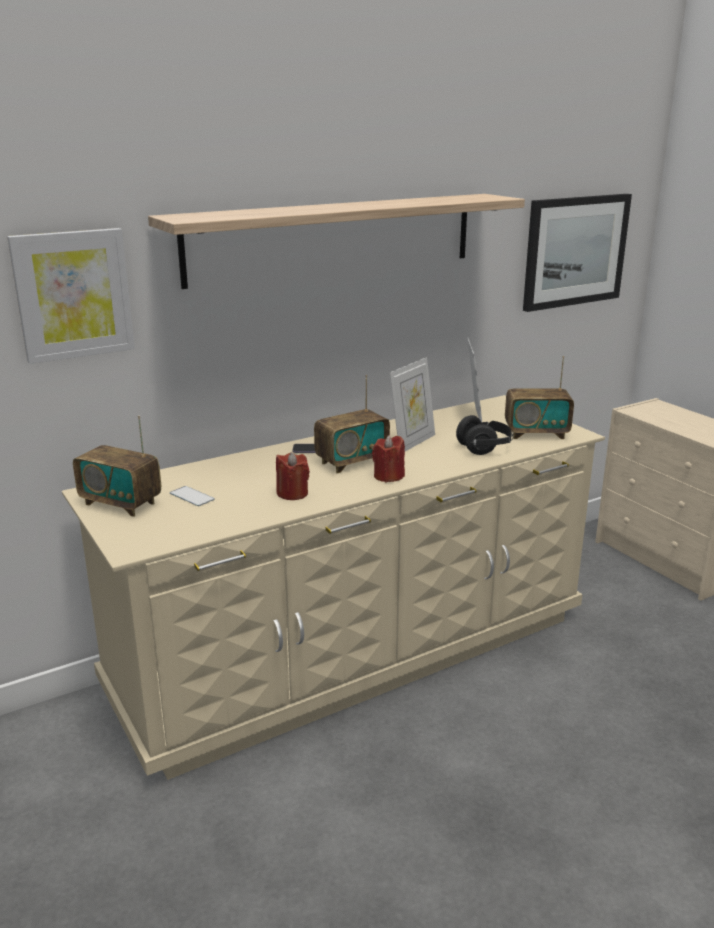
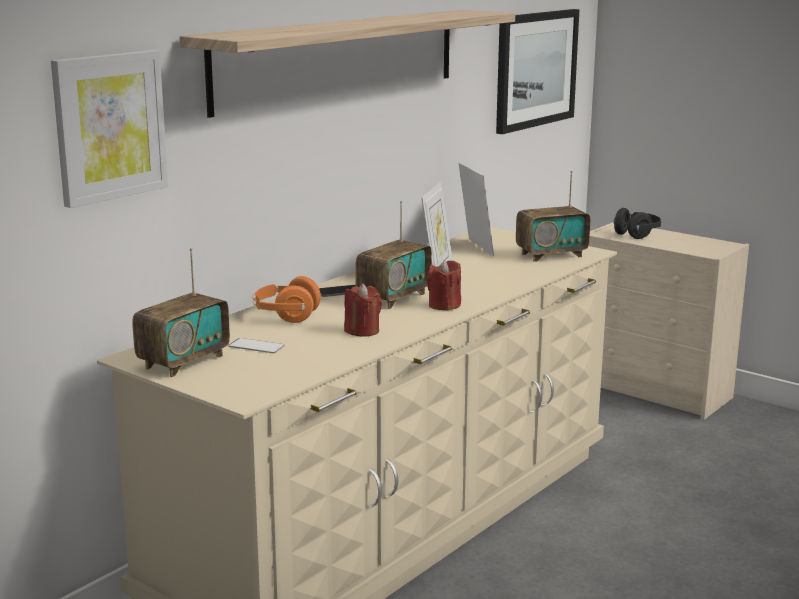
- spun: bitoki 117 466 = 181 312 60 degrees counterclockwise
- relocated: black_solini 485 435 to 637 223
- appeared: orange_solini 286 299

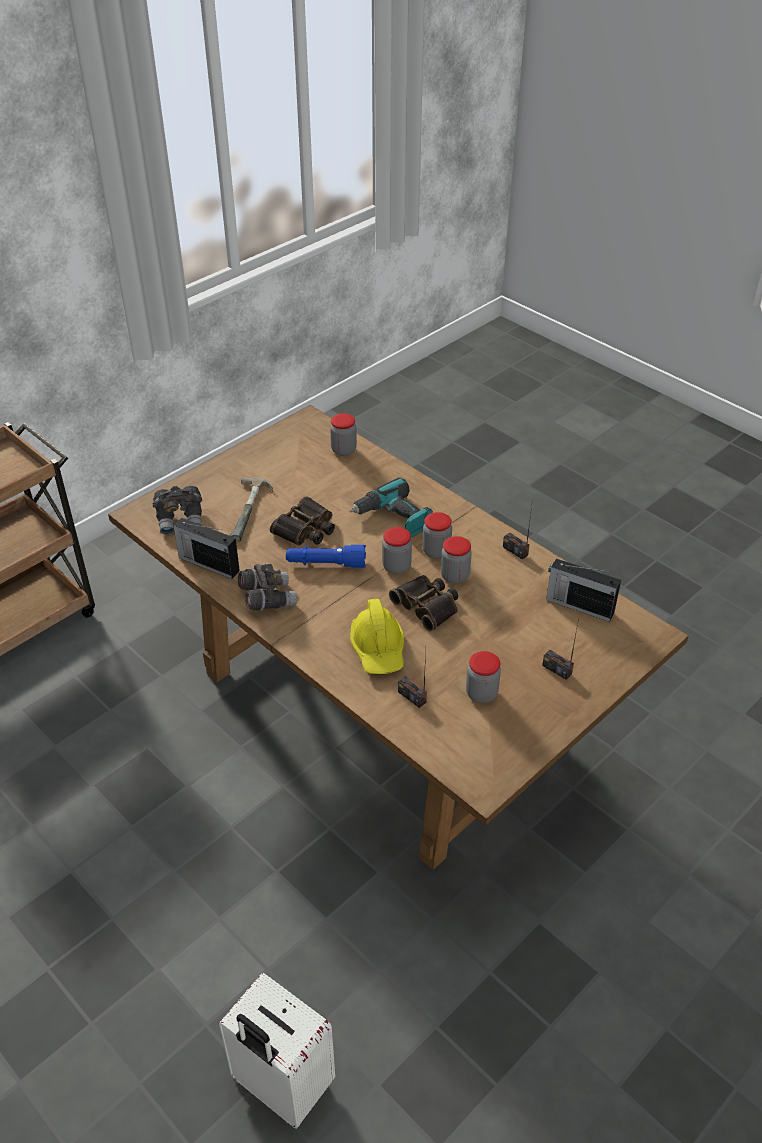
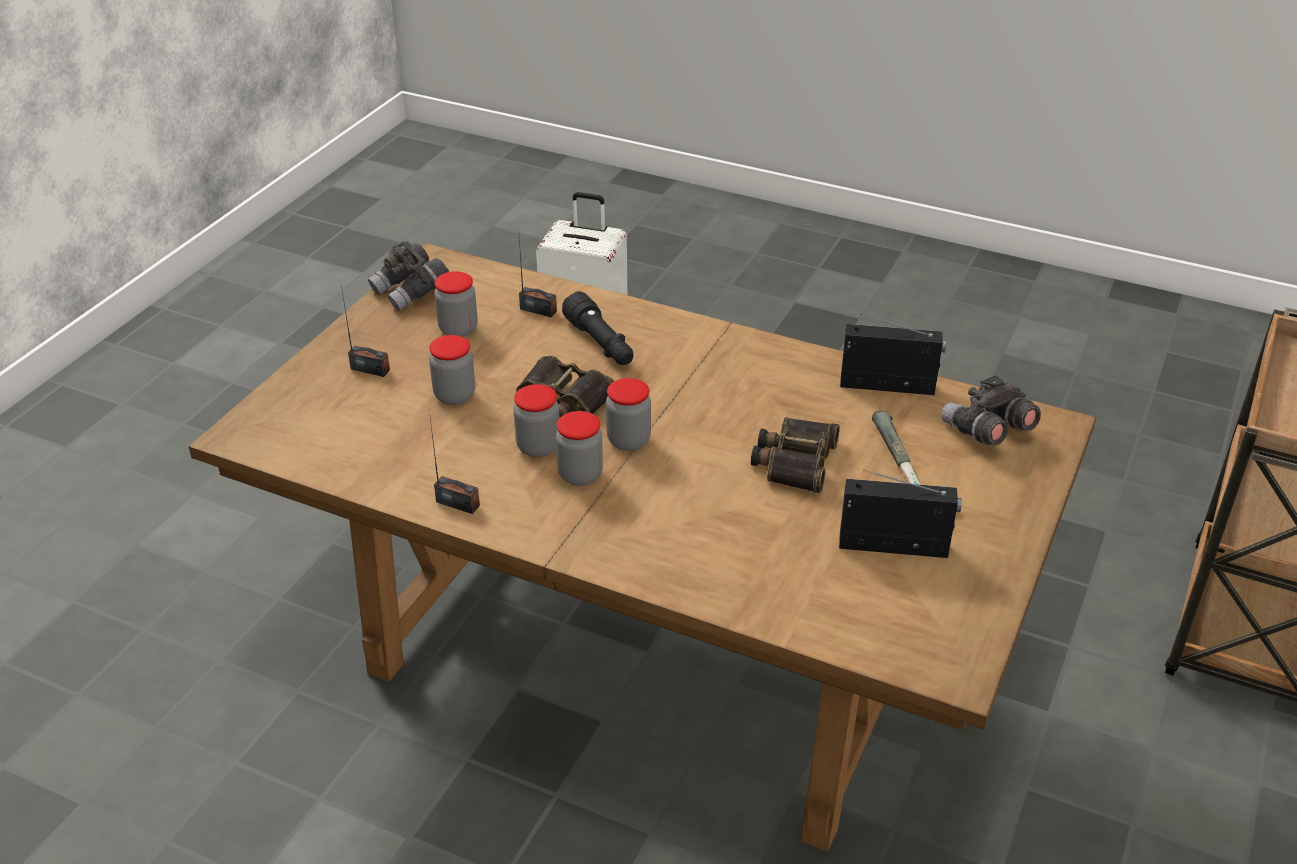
- relocated: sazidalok 343 434 to 452 370
- missing: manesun 391 507
- missing: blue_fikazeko 326 556
- relocated: bitoki 583 590 to 900 514
- relocated: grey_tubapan 267 587 to 408 275
- exchanged: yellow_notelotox 377 636 to black_fikazeko 598 328

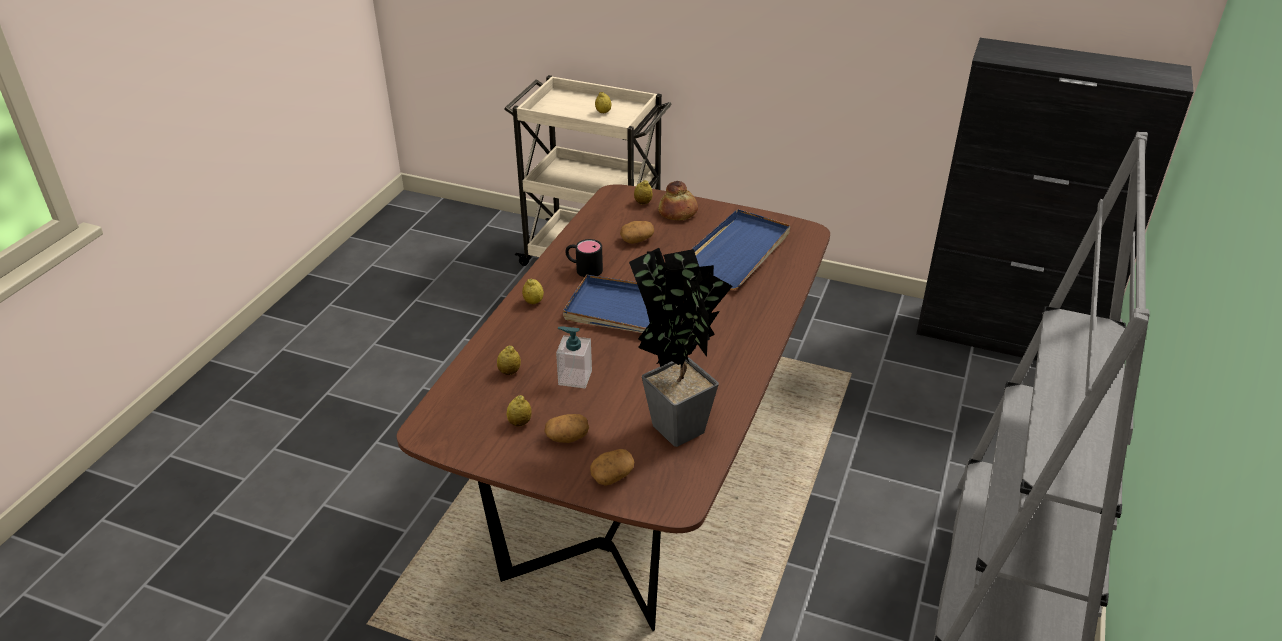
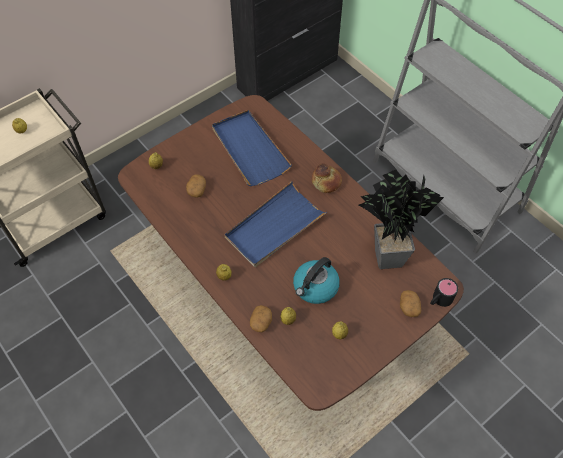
- relocated: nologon 678 201 to 327 178
- relocated: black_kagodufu 584 258 to 444 292
- exchanged: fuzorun 574 357 to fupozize 316 280
- relocated: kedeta 566 428 to 261 318

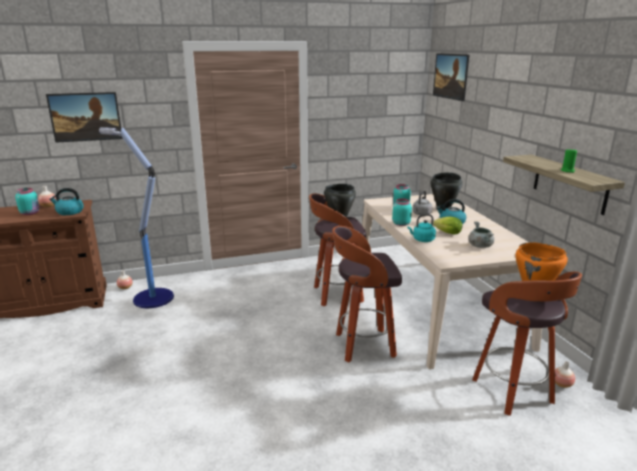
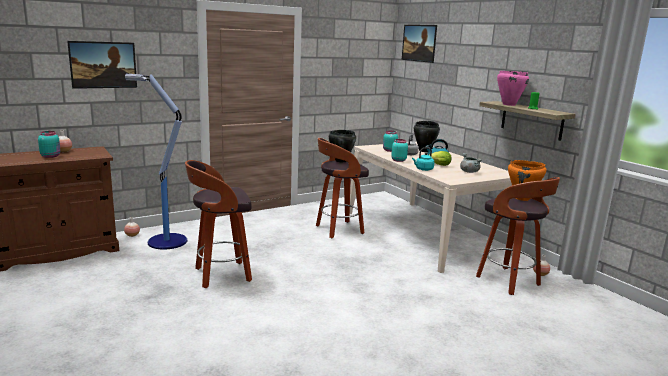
- missing: fupozize 66 201
- relocated: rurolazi 367 294 to 218 224
- appeared: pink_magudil 513 88

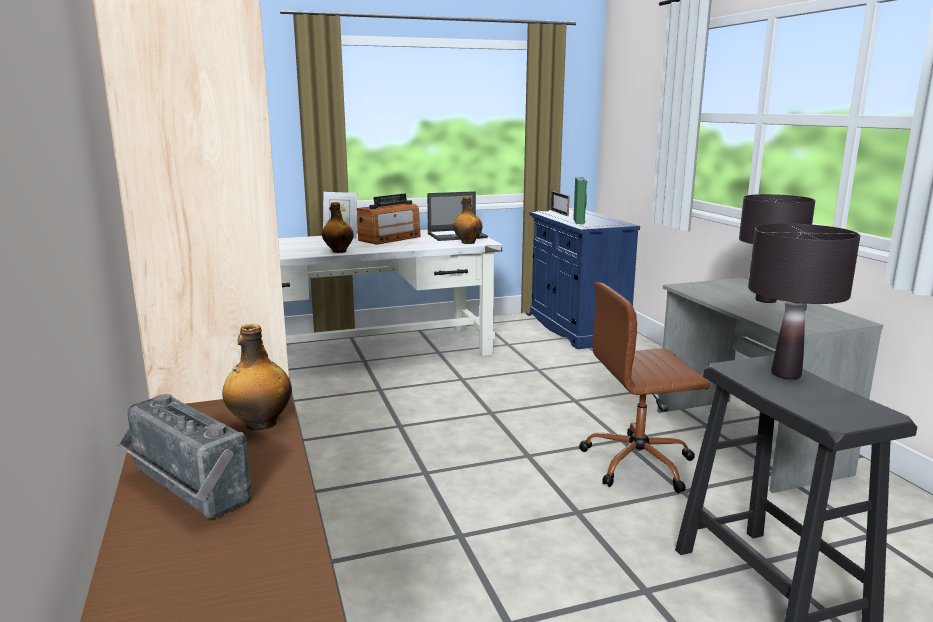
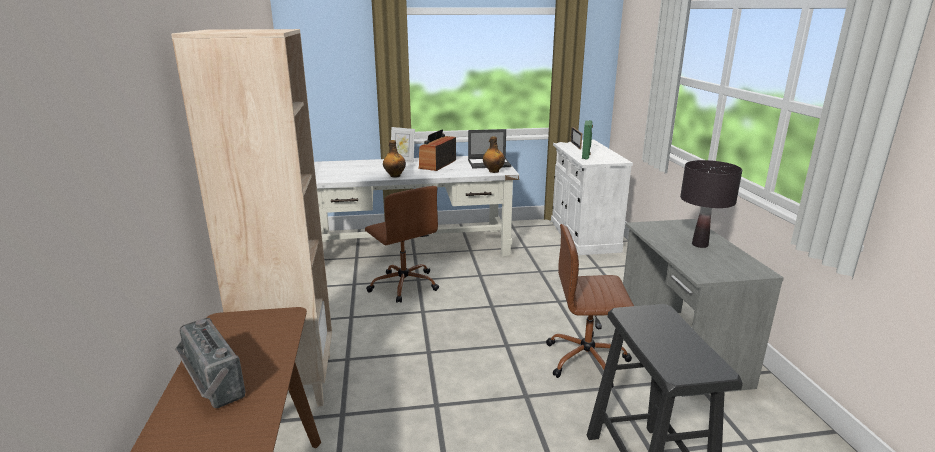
- spun: bitoki 389 219 = 437 150 150 degrees clockwise
- colour: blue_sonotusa 582 278 to white_sonotusa 591 197
- missing: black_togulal 804 301
- missing: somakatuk 257 377
- appeared: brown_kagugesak 402 244

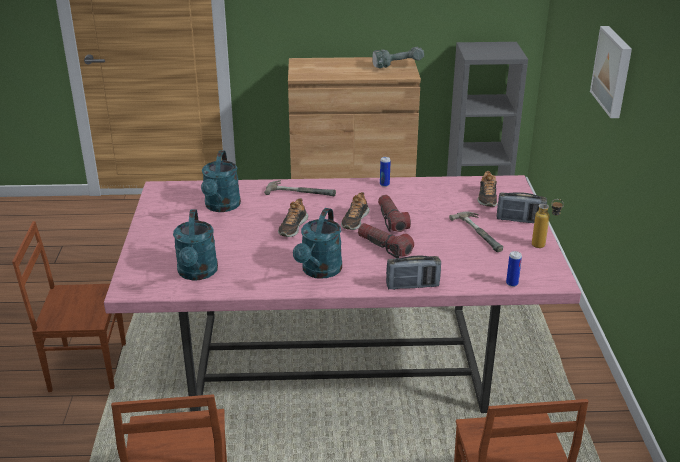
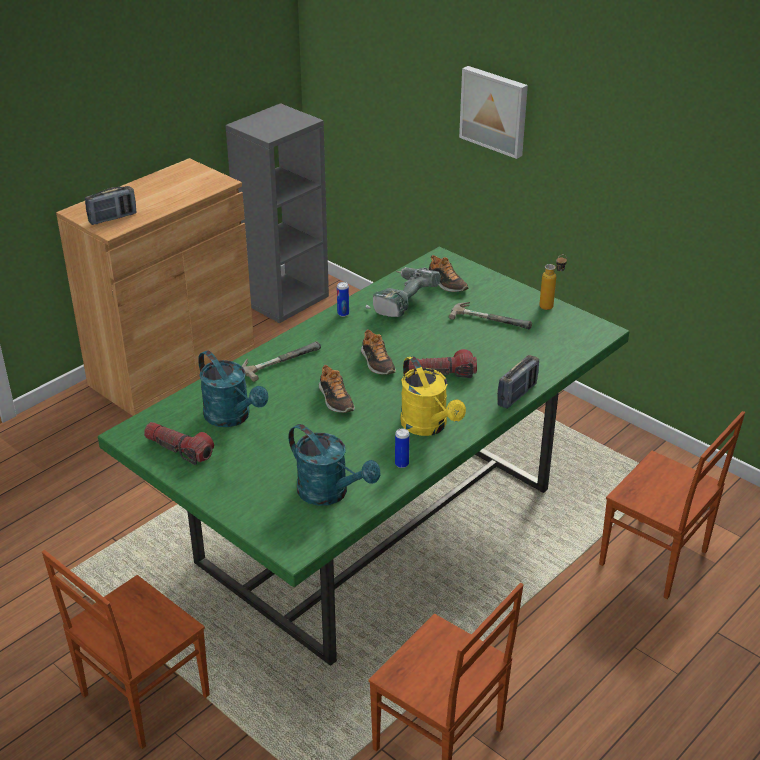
- relocated: manesun 398 57 to 403 292
- colour: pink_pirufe 342 294 to green_pirufe 363 456
- relocated: bitoki 522 207 to 110 205
- relocated: fikazeko 394 213 to 179 443
- colour: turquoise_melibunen 317 243 to yellow_melibunen 433 396
- relocated: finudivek 514 269 to 402 448

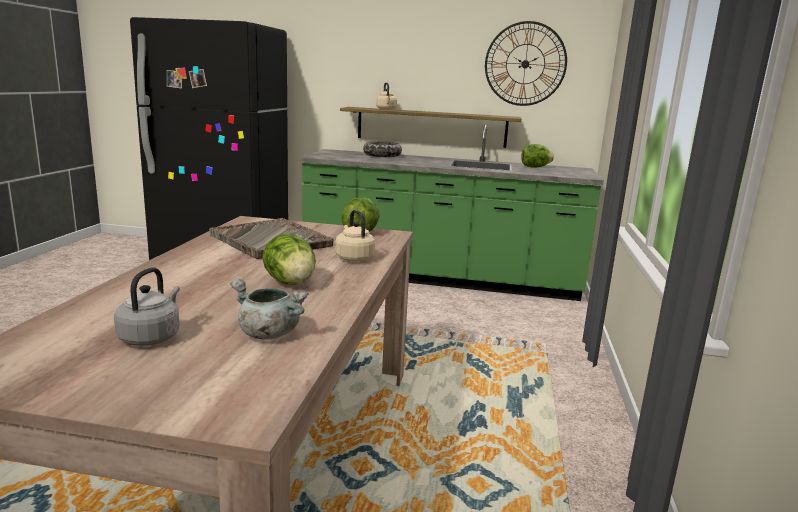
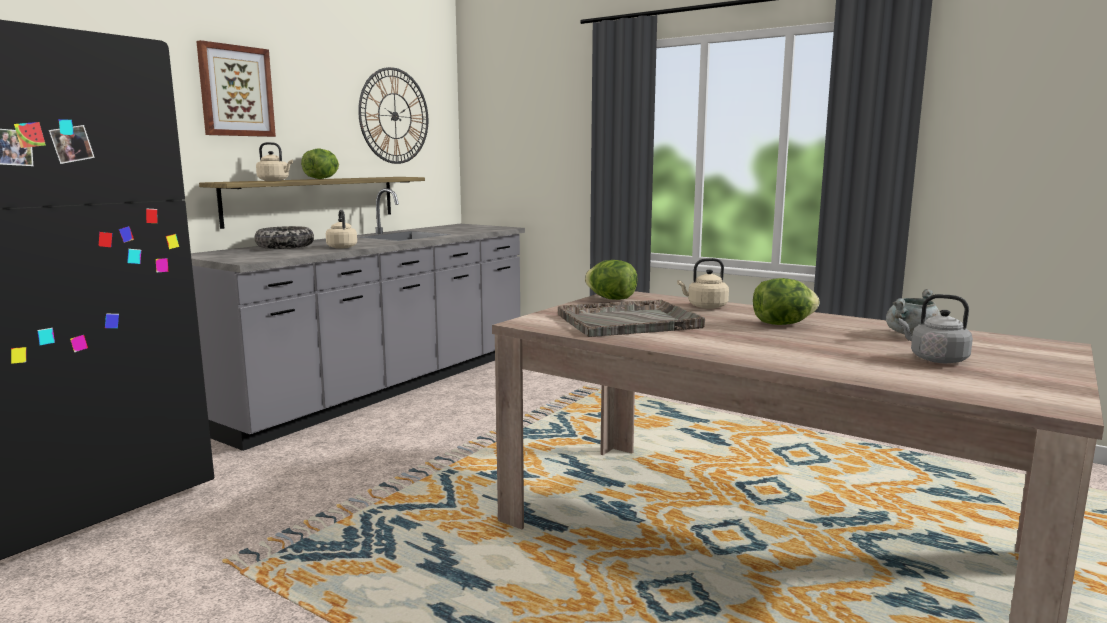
- colour: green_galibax 451 213 to grey_galibax 358 319
- relocated: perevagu 537 156 to 320 163
- appeared: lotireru 236 88
- appeared: beige_fupozize 341 229

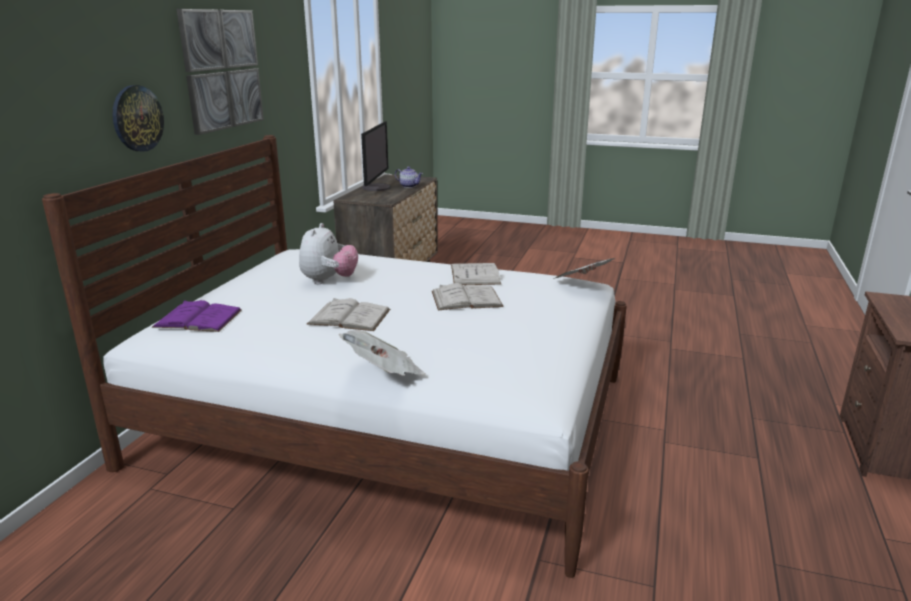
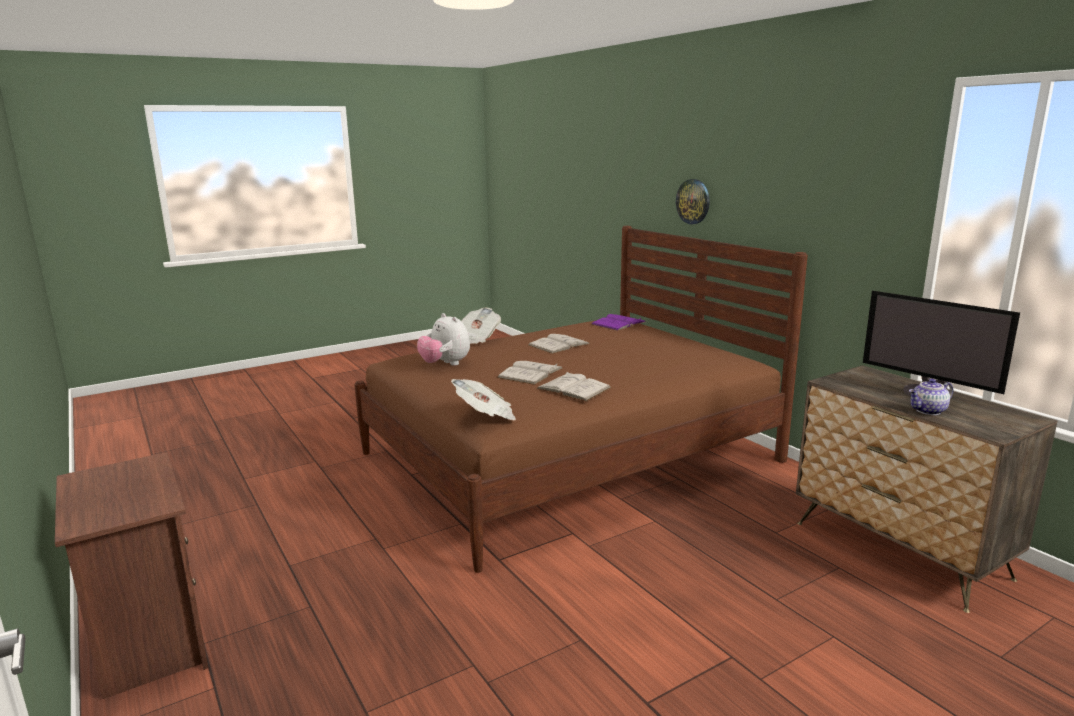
- missing: lotireru 220 72
- colour: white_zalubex 334 356 to brown_zalubex 581 399
- relocated: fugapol 328 253 to 443 339

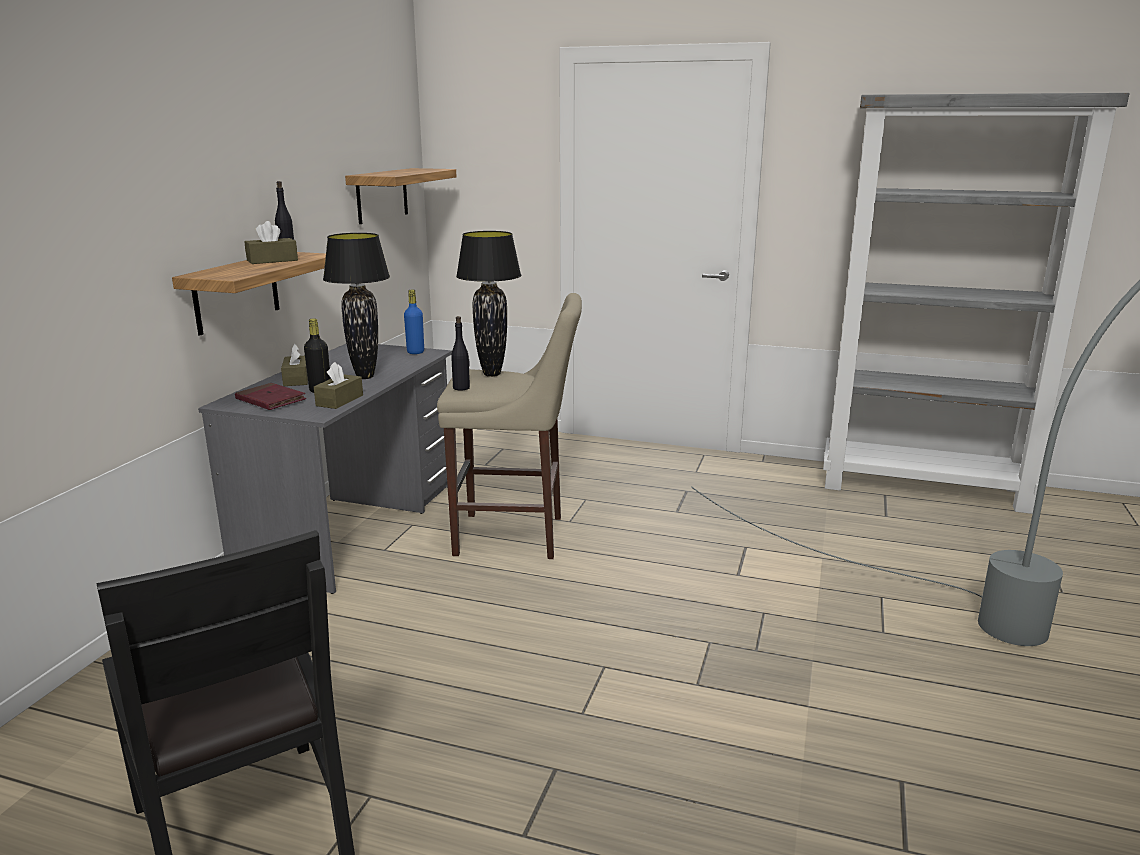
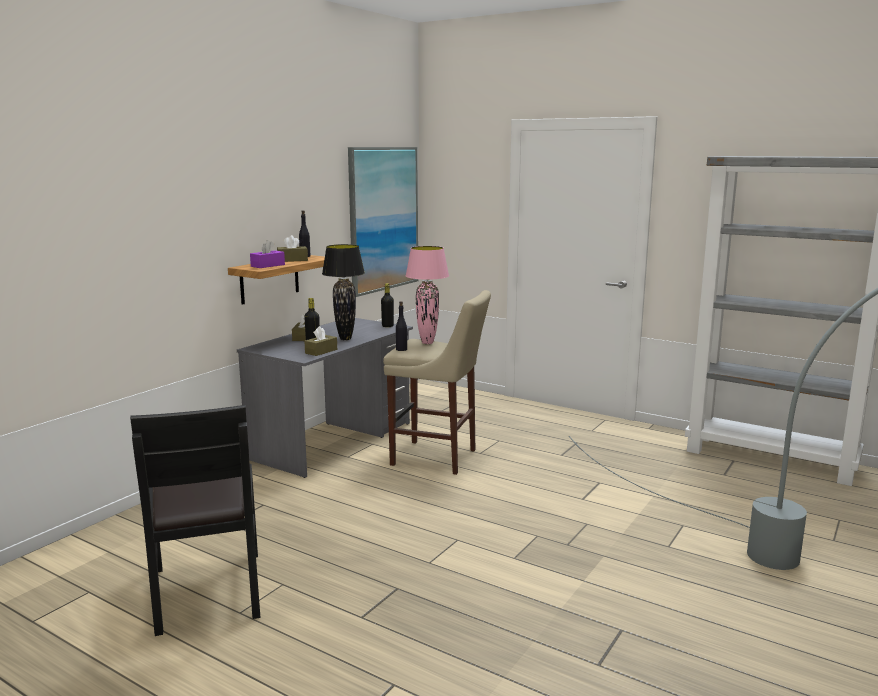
- exchanged: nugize 400 196 to lotireru 383 222
- colour: black_togulal 488 304 to pink_togulal 427 295
- colour: blue_somakatuk 414 321 to black_somakatuk 387 305
- missing: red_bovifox 270 396
- appeared: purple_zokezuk 267 254

